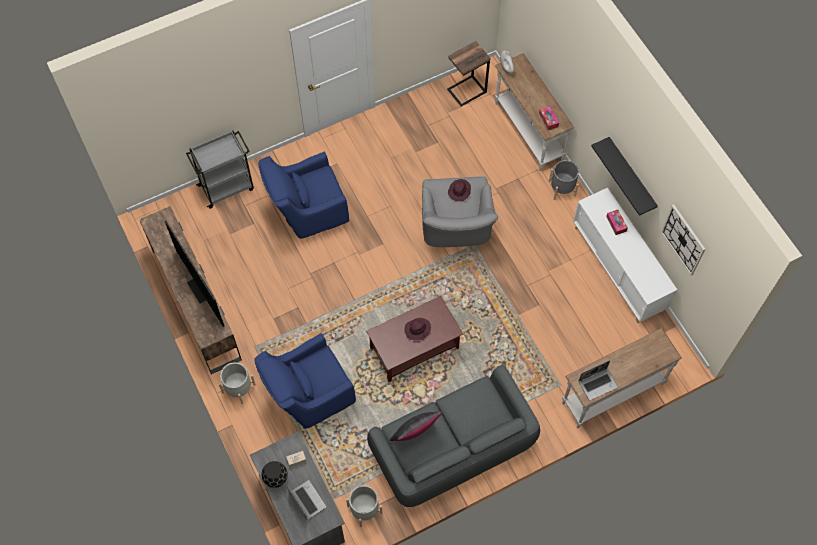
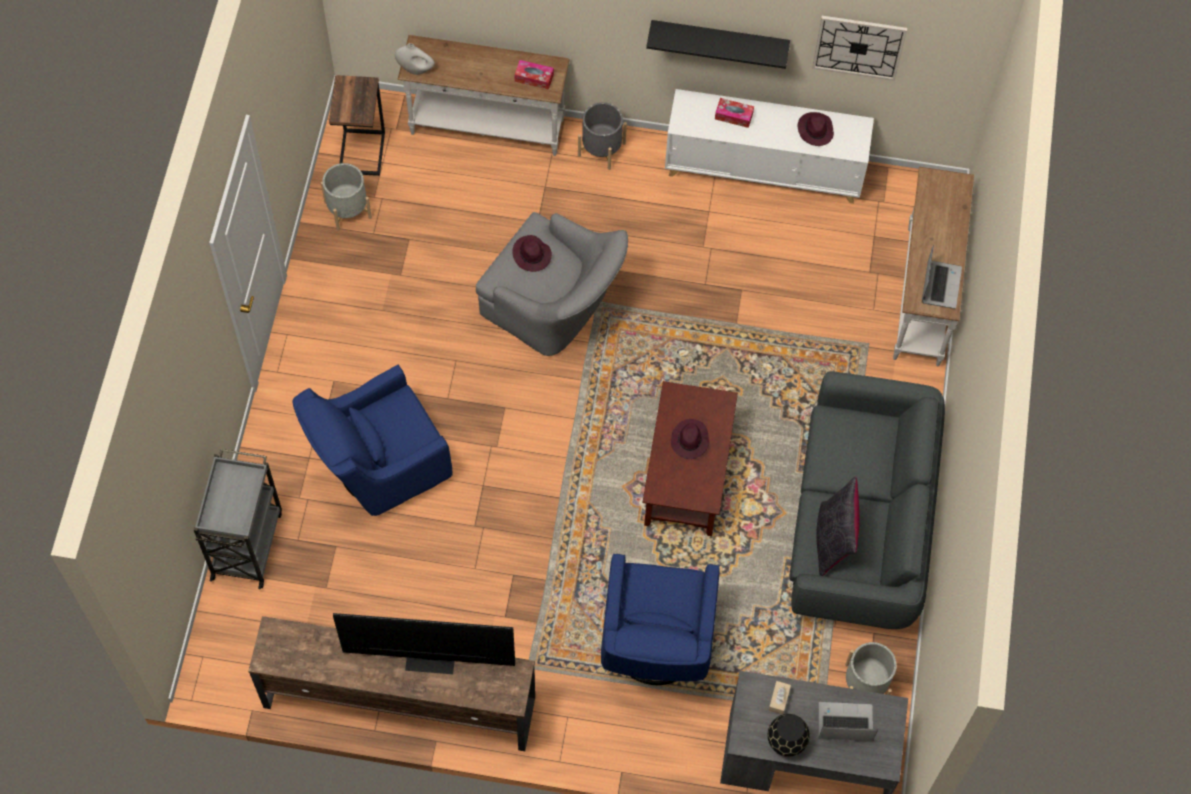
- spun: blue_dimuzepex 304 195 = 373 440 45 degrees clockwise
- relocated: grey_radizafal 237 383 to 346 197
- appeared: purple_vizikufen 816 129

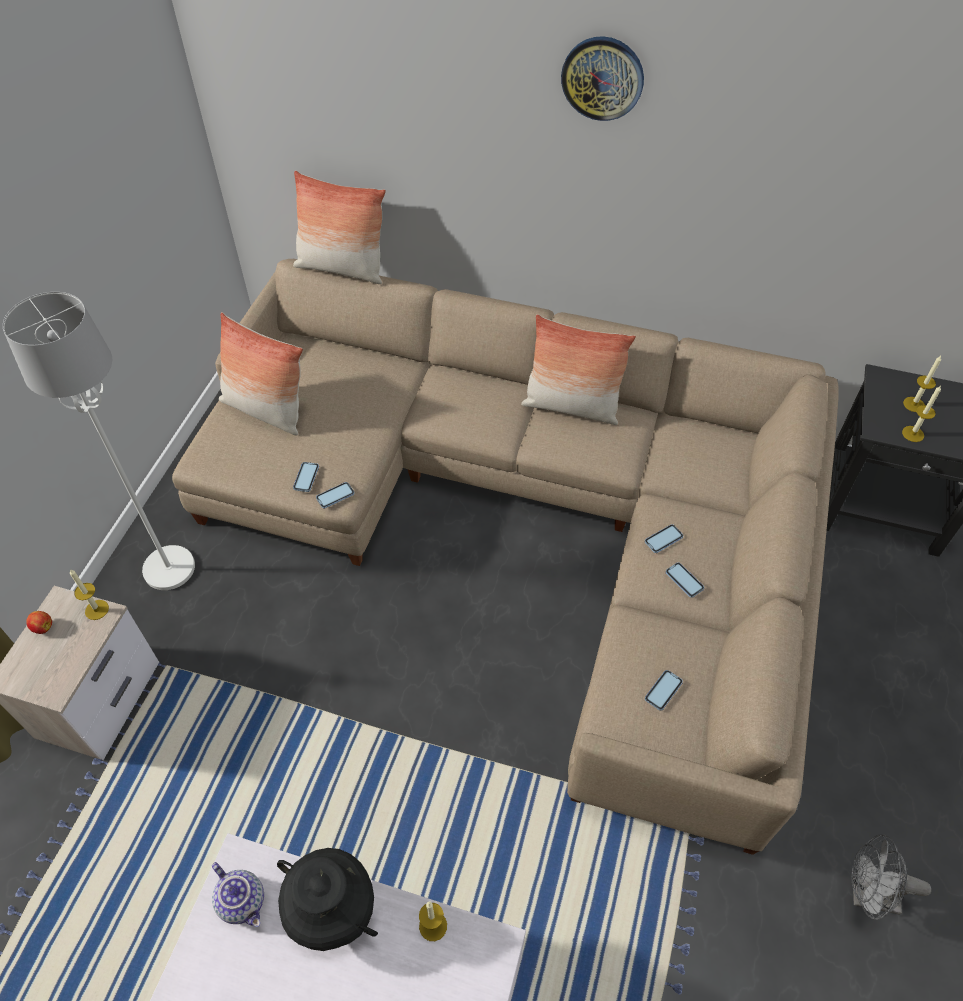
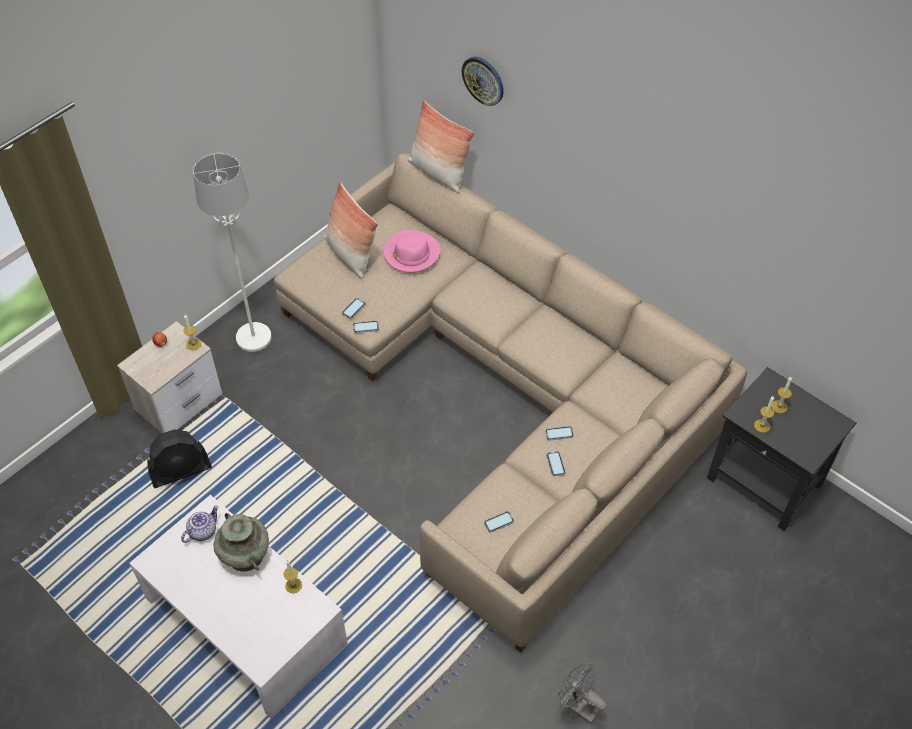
- relocated: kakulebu 602 78 to 483 81
- missing: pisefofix 578 369
- colour: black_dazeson 327 899 to turquoise_dazeson 241 542
- spun: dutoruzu 238 894 = 200 524 120 degrees counterclockwise
- appeared: pink_vizikufen 412 251
- appeared: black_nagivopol 179 458

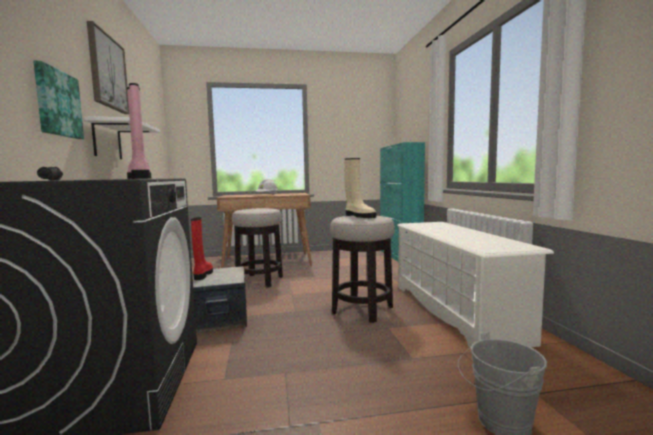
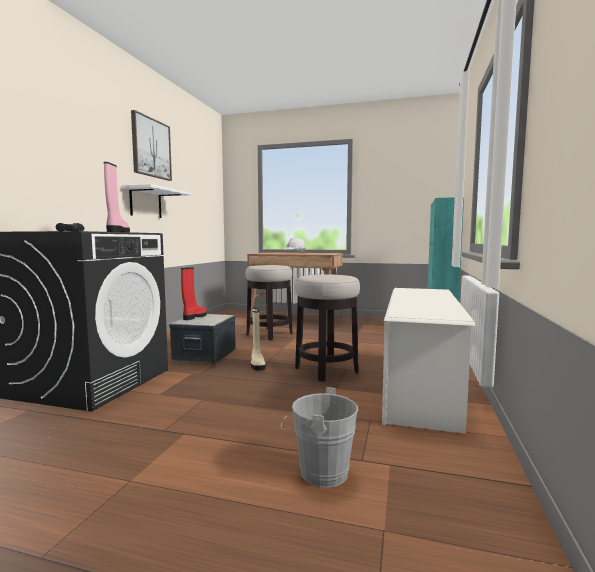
- missing: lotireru 58 100
- relocated: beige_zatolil 360 188 to 258 339

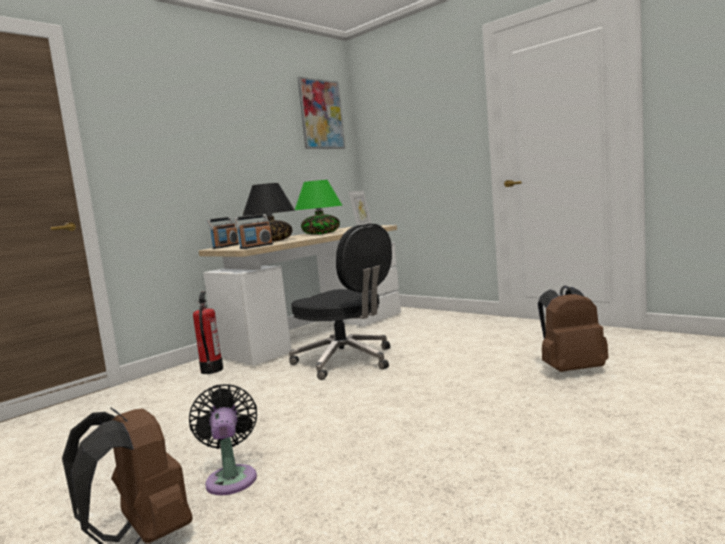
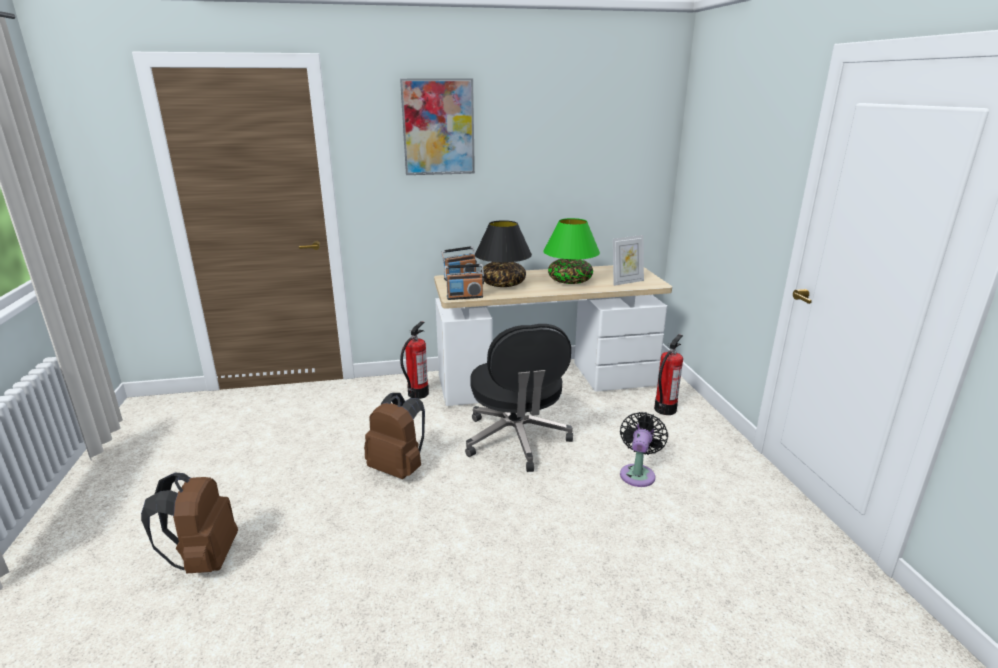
- relocated: lotireru 321 113 to 437 126
- relocated: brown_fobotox 573 328 to 394 436
- relocated: black_nagivopol 223 439 to 644 449
- appeared: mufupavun 668 374

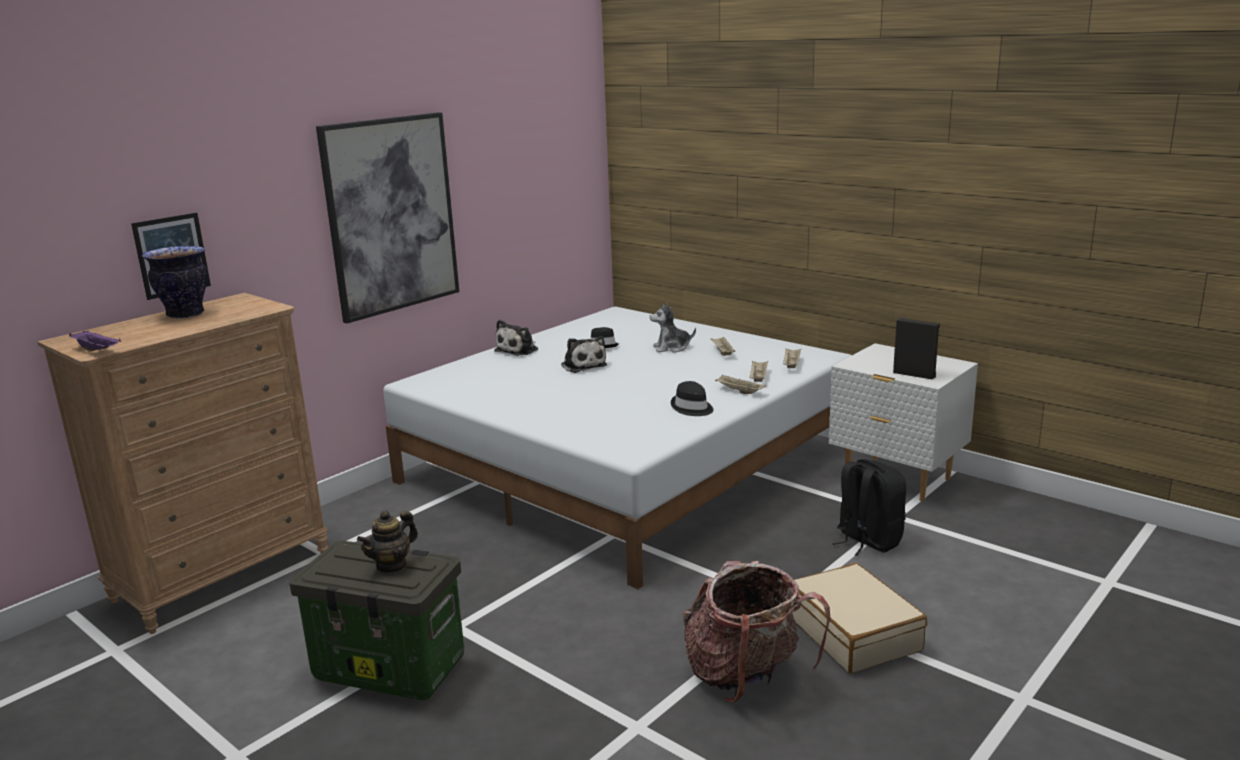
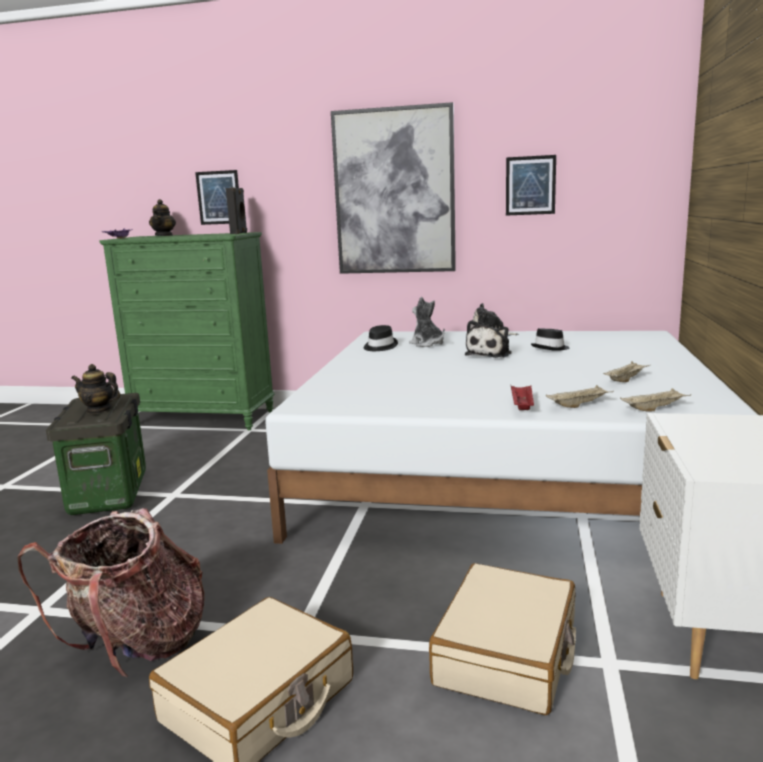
- missing: dazeson 174 282
- colour: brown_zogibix 182 463 to green_zogibix 187 331
- relocated: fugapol 673 328 to 427 321
- relocated: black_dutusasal 916 348 to 236 210
- colour: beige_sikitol 740 384 to red_sikitol 522 397
- relocated: black_vizikufen 692 398 to 381 338
- exchanged: black_fobotox 869 507 to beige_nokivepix 502 639
- appeared: lotireru 531 185
- appeared: dutoruzu 162 217

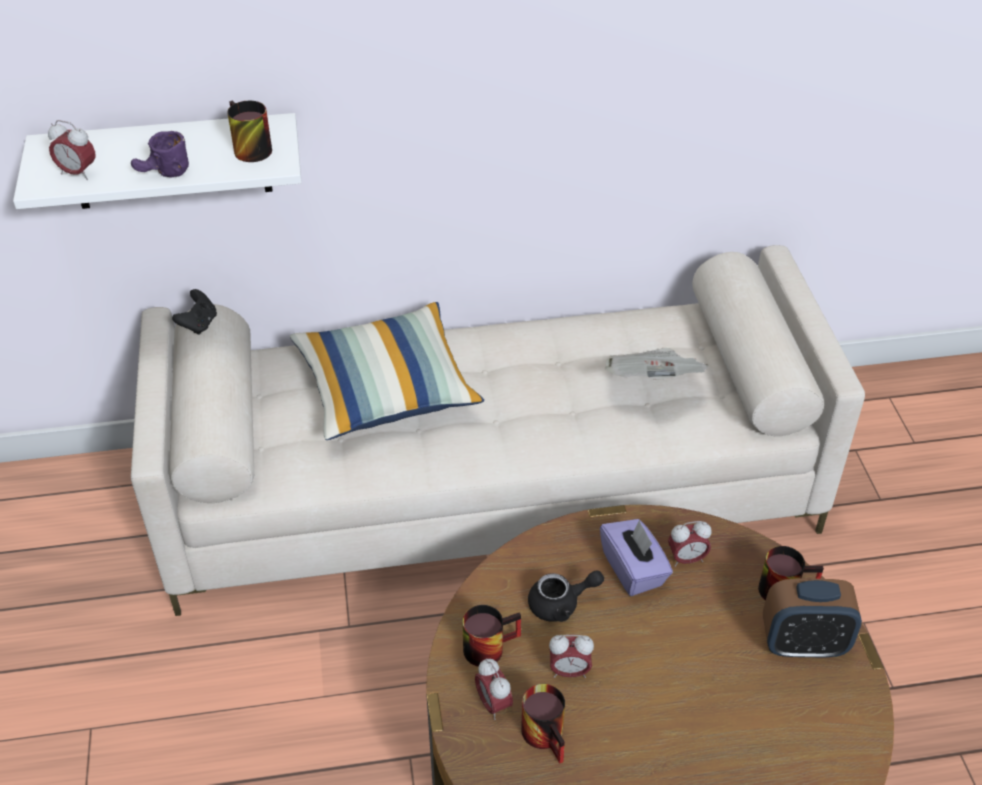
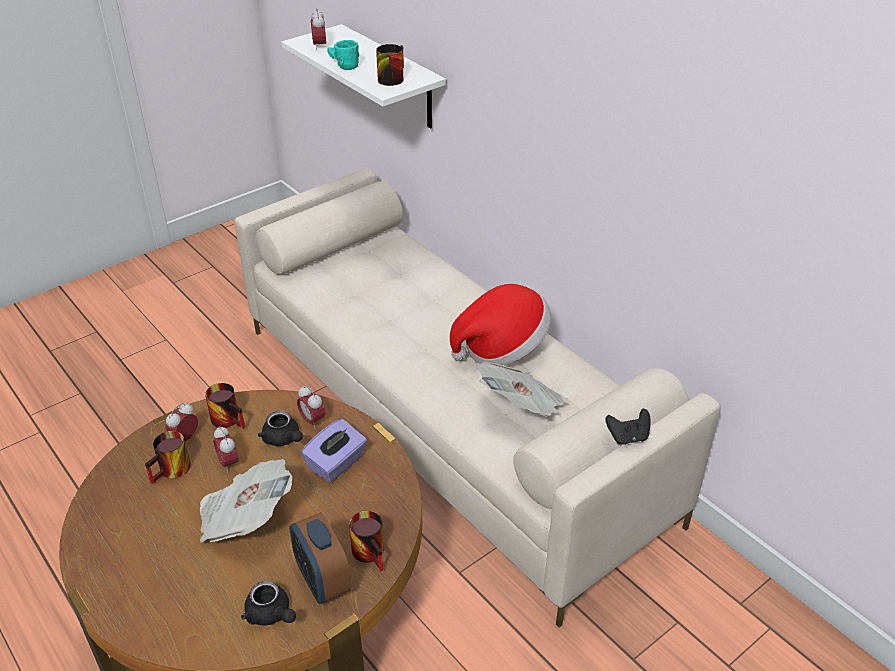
- colour: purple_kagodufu 160 154 to turquoise_kagodufu 343 55
- relocated: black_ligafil 194 312 to 628 427
- missing: pisefofix 387 371
- relocated: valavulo 690 544 to 311 407
- appeared: vizikufen 500 324
- appeared: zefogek 246 501
- appeared: black_dutoruzu 268 603

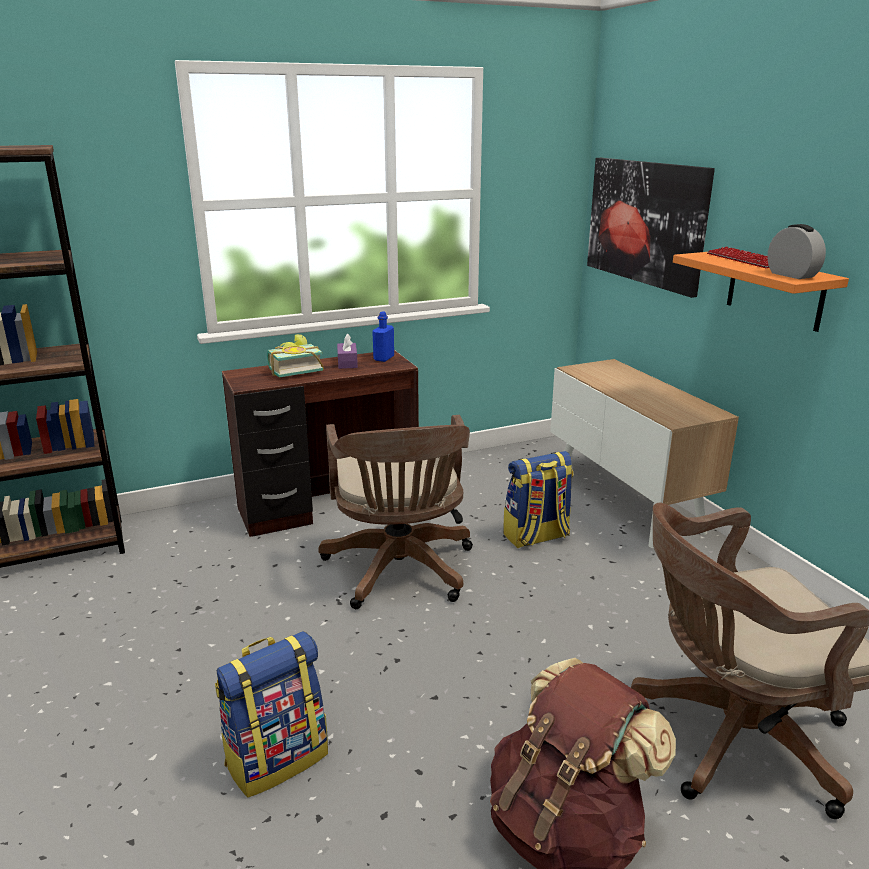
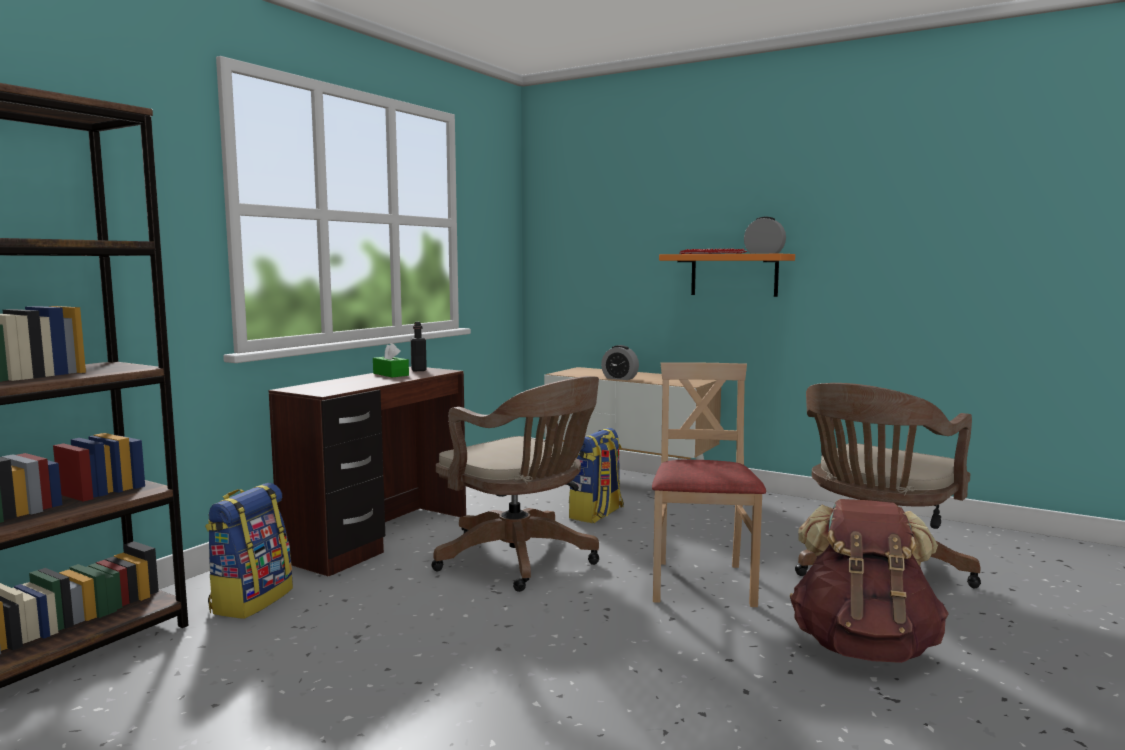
- missing: lotireru 651 228
- colour: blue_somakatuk 383 336 to black_somakatuk 418 346
- missing: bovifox 295 355
- colour: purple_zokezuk 347 351 to green_zokezuk 391 360
- relocated: fobotox 271 714 to 249 551
- appeared: valavulo 620 362
- appeared: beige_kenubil 709 484

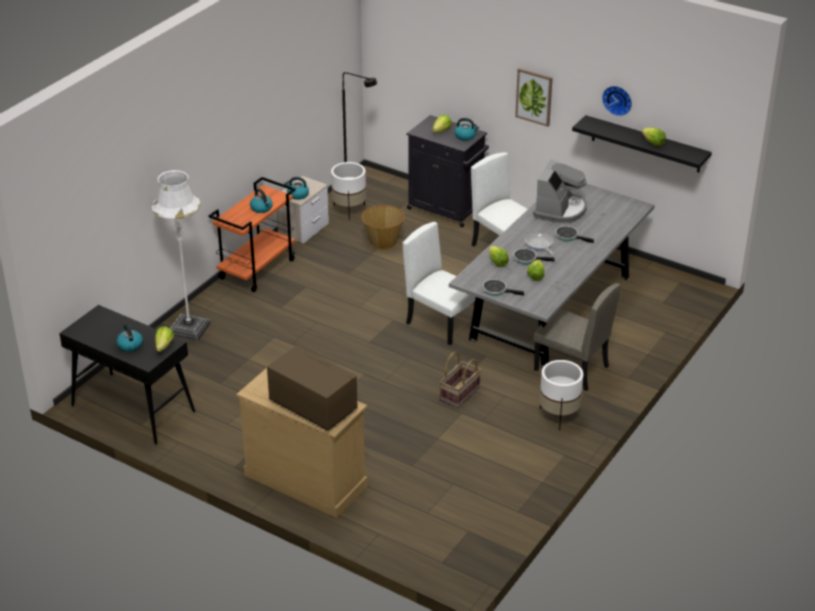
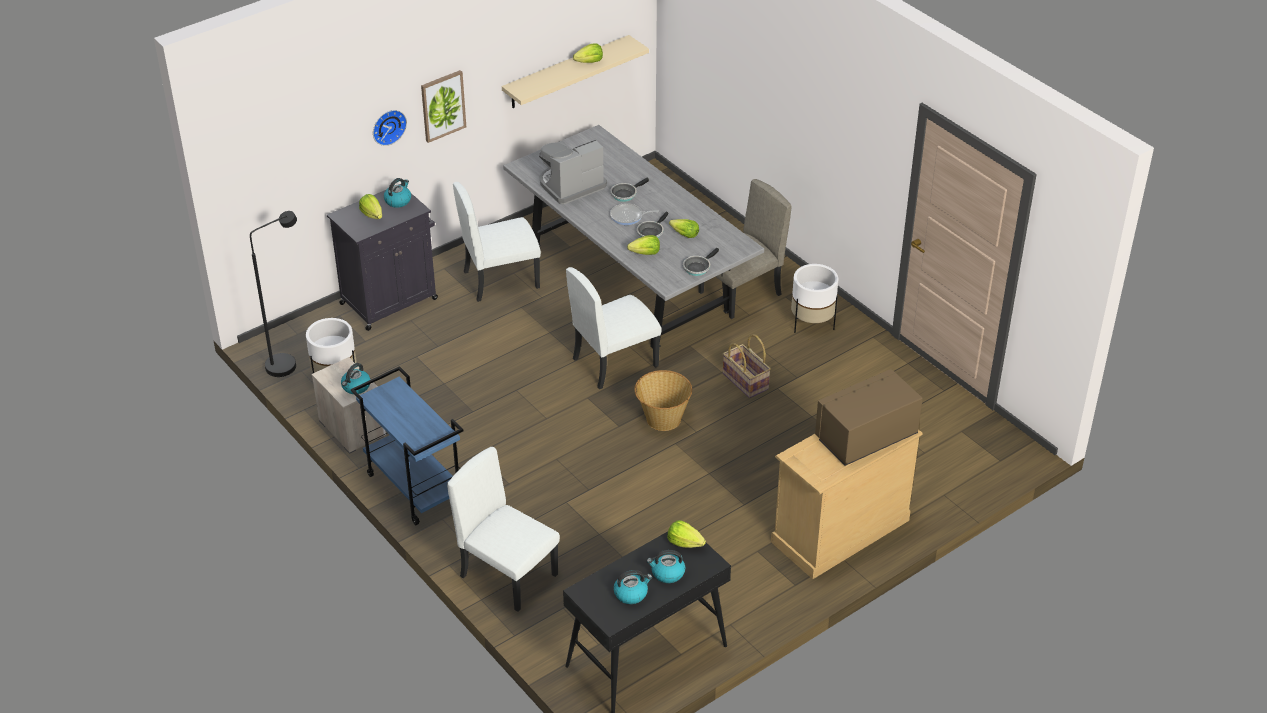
- relocated: kakulebu 617 101 to 390 128
- colour: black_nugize 642 143 to beige_nugize 575 71
- spun: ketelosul 560 191 = 573 172 75 degrees counterclockwise
- exchanged: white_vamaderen 181 256 to white_kenubil 503 529
- colour: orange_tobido 252 234 to blue_tobido 407 445
- relocated: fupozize 261 201 to 633 587
- relocated: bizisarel 383 227 to 663 400

